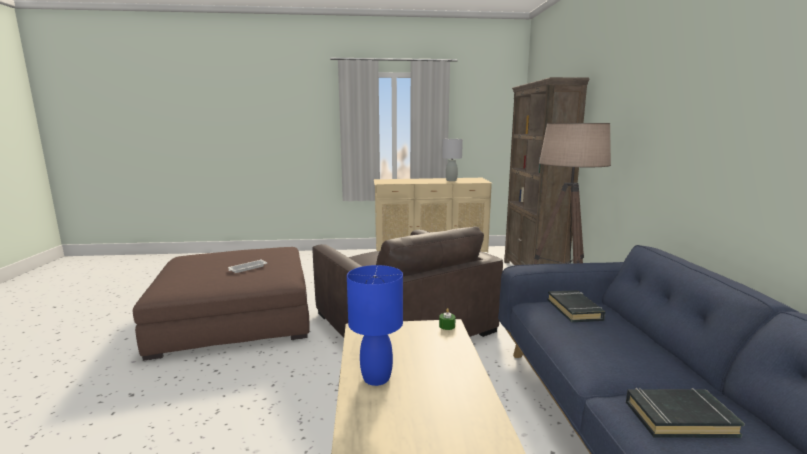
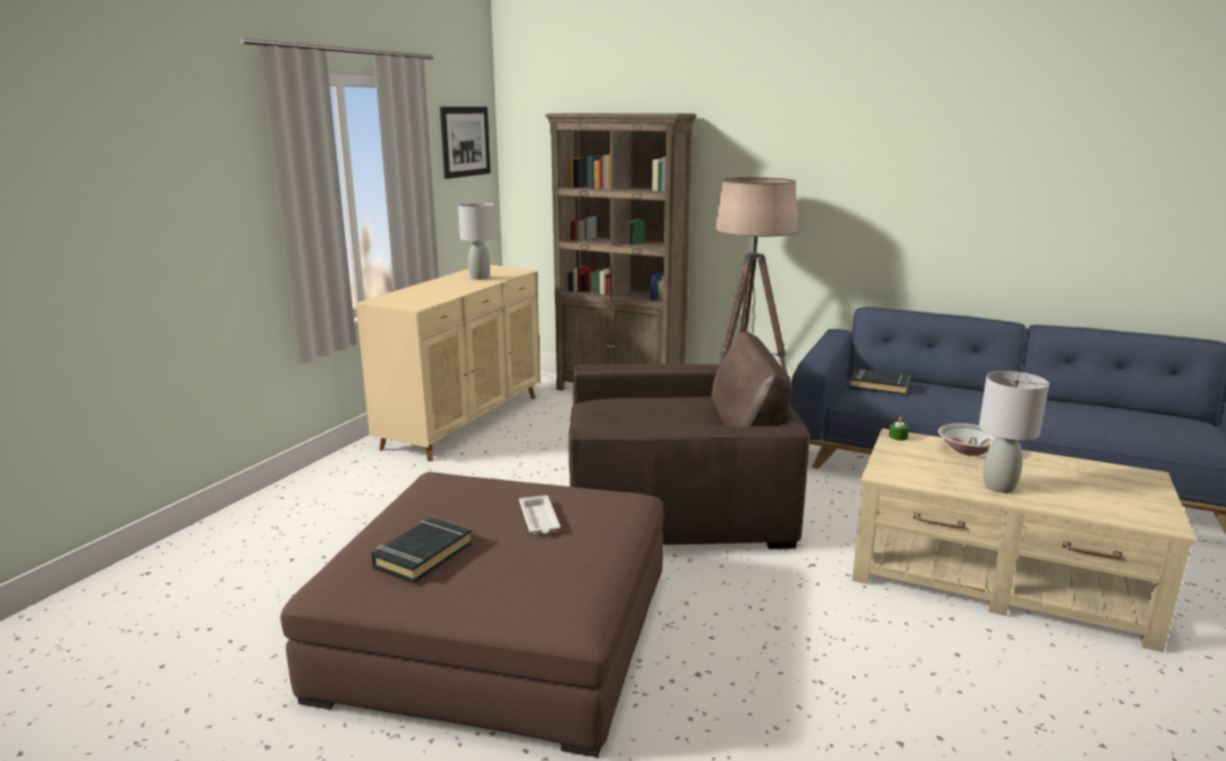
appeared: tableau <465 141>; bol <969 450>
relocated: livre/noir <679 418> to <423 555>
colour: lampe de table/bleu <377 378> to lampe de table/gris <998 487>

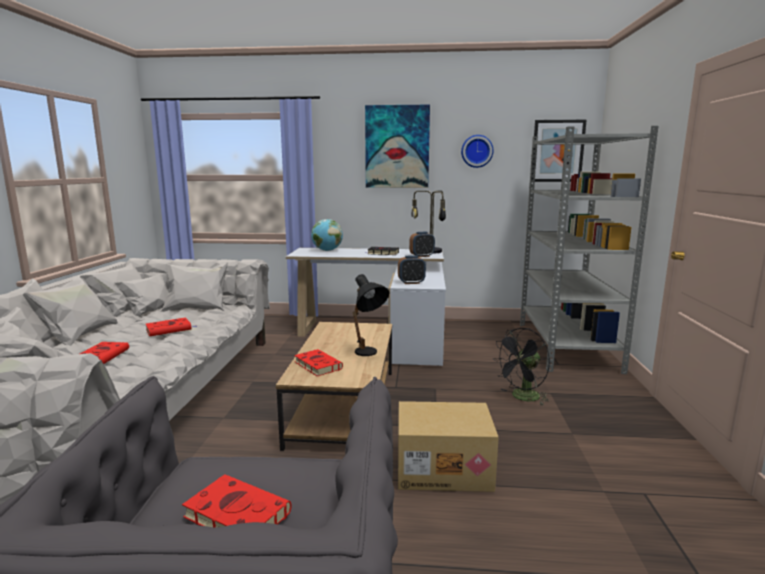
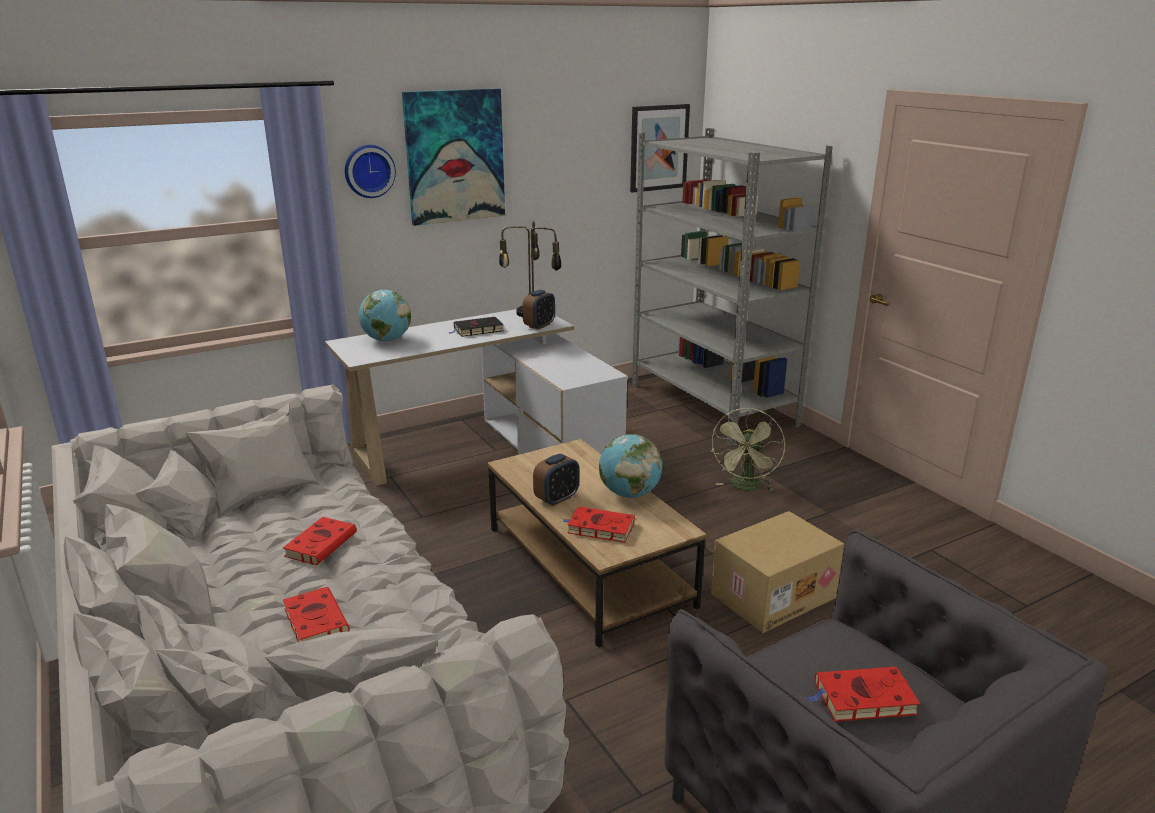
relocated: horloge murale <477 151> to <369 171>; réveil <411 282> to <556 499>
exchanged: lampe de table/noir <368 355> to globe <629 494>
colour: ventilateur/noir <522 398> to ventilateur/vert <745 488>

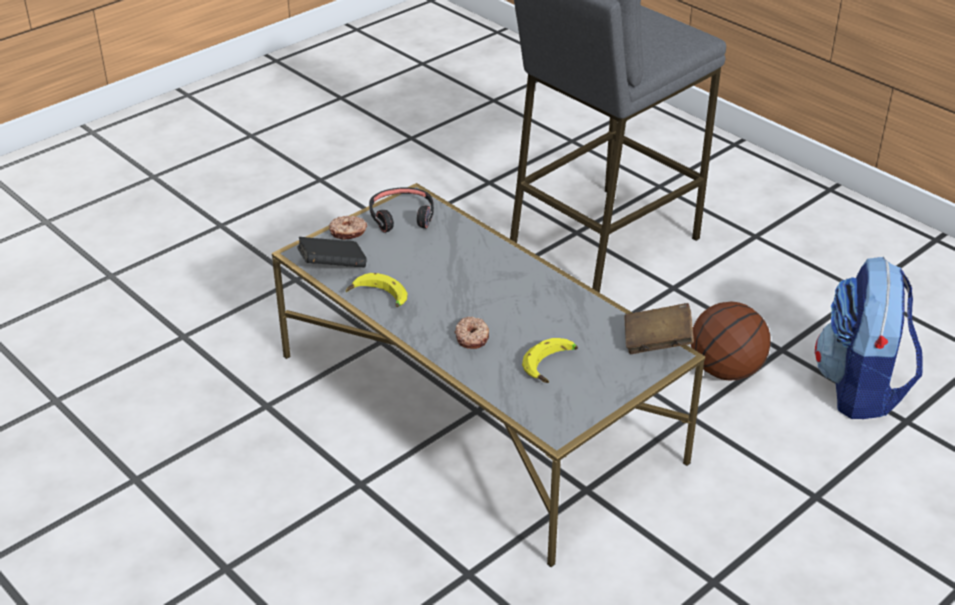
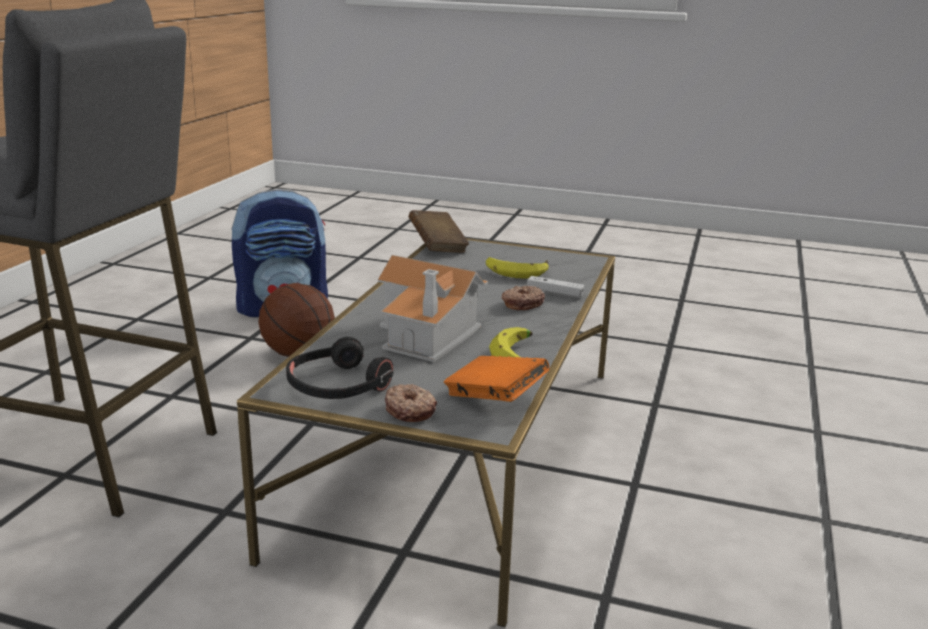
appeared: maison miniature <429 334>; manette/blanc <554 293>
colour: livre/noir <332 266> to livre/orange <495 399>

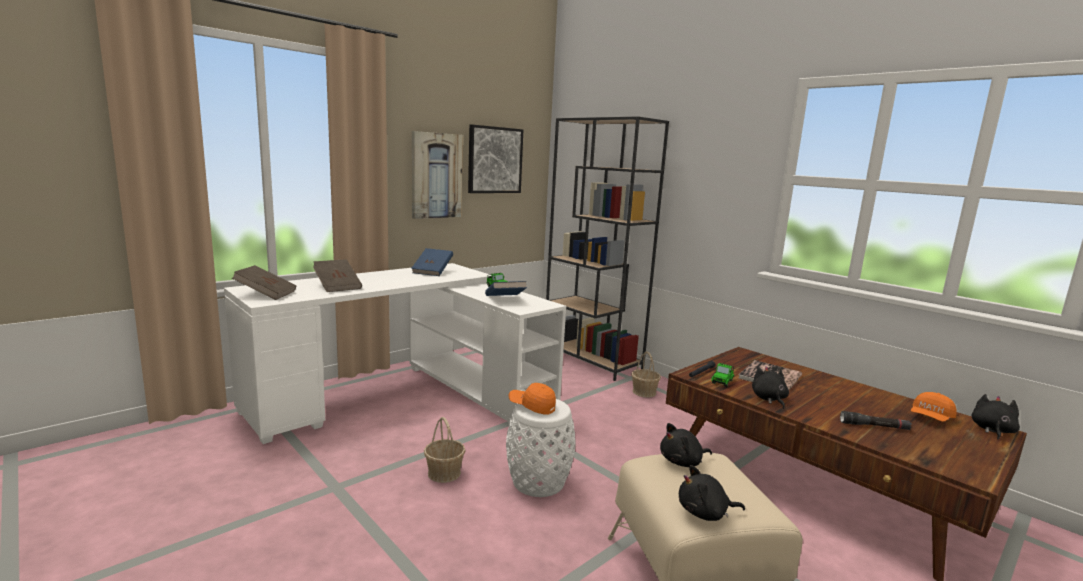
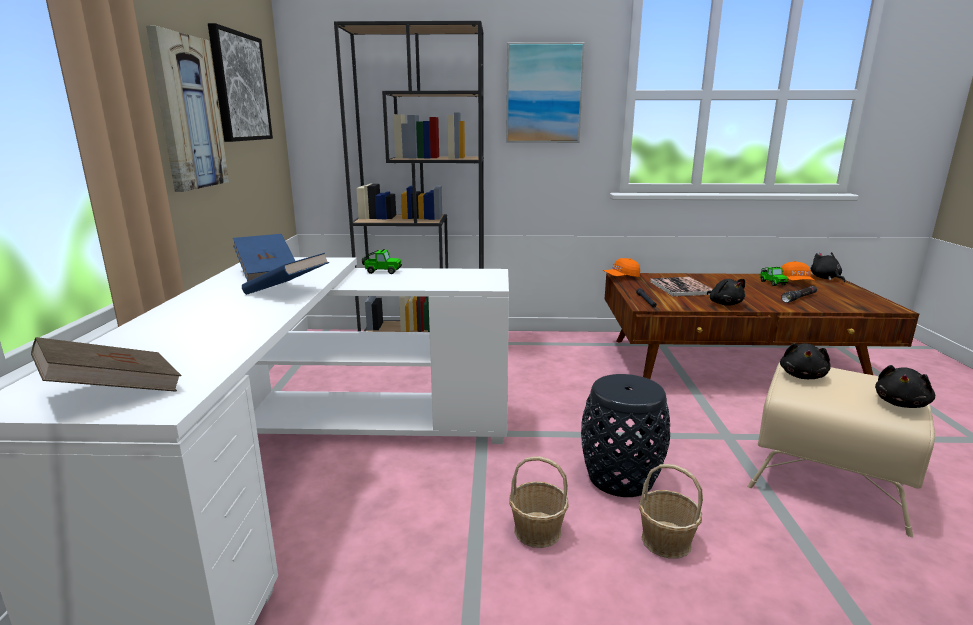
missing: livre/marron <338 286>
appeared: tableau <543 94>
relocated: livre/bleu <505 300> to <287 292>; casquette/orange <532 406> to <621 277>; panier <644 392> to <666 540>; petite voiture <722 381> to <772 283>
colour: tabouret/blanc <538 482> to tabouret/noir <620 478>
spun: peluche/noir <769 399> = <724 304> 150 degrees counterclockwise

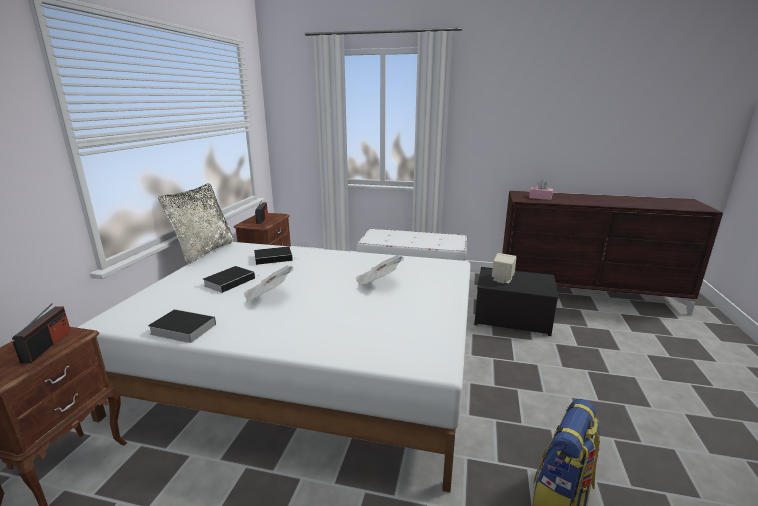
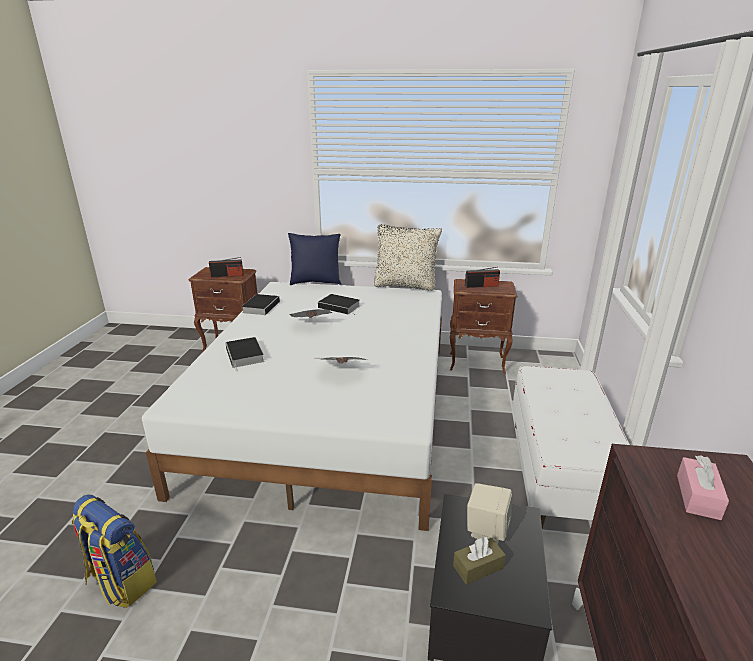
appeared: coussin/bleu <315 282>; boîte à mouchoirs/marron <478 567>
relocated: livre <274 258> to <245 355>

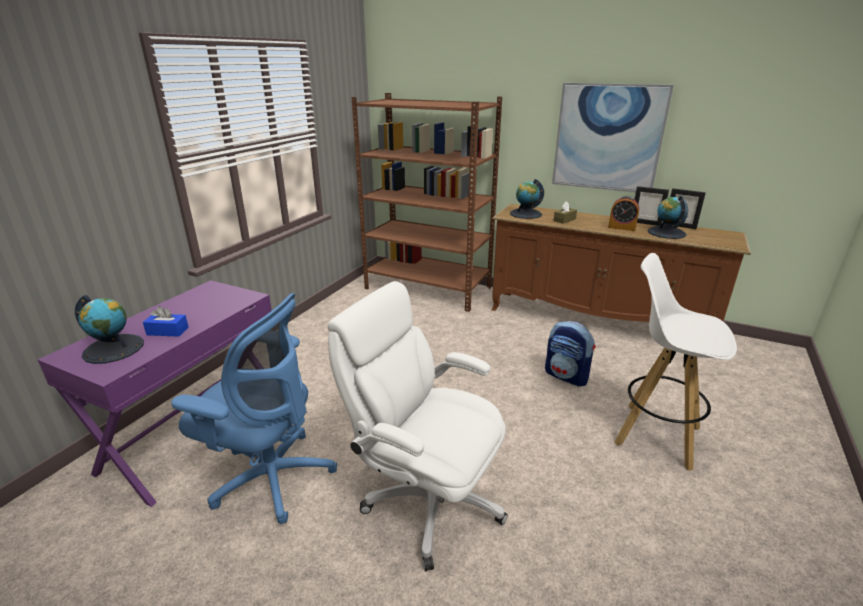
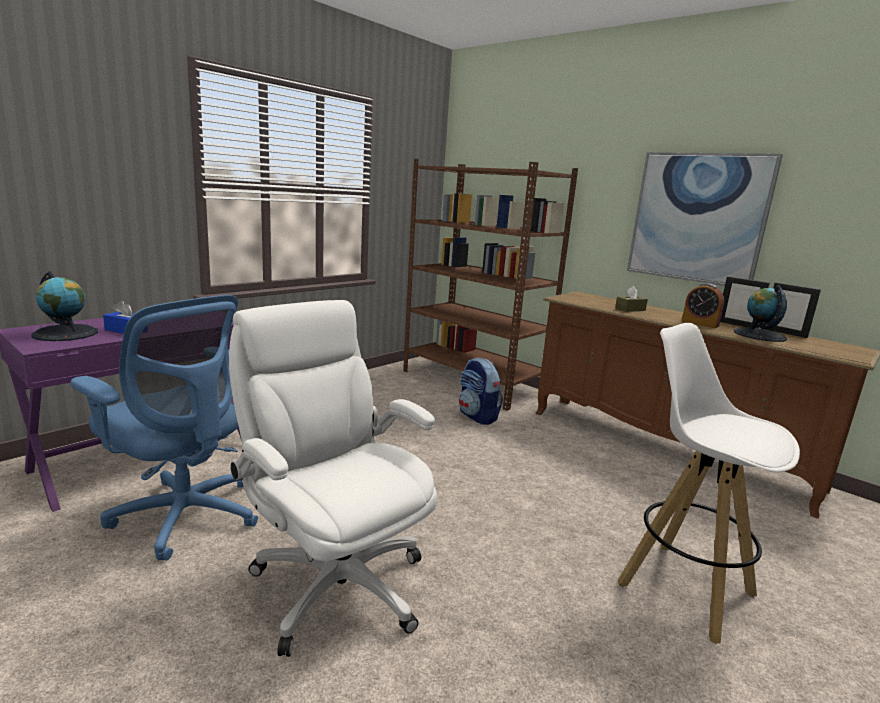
missing: globe <525 214>
relocated: sac à dos <567 376> to <478 416>

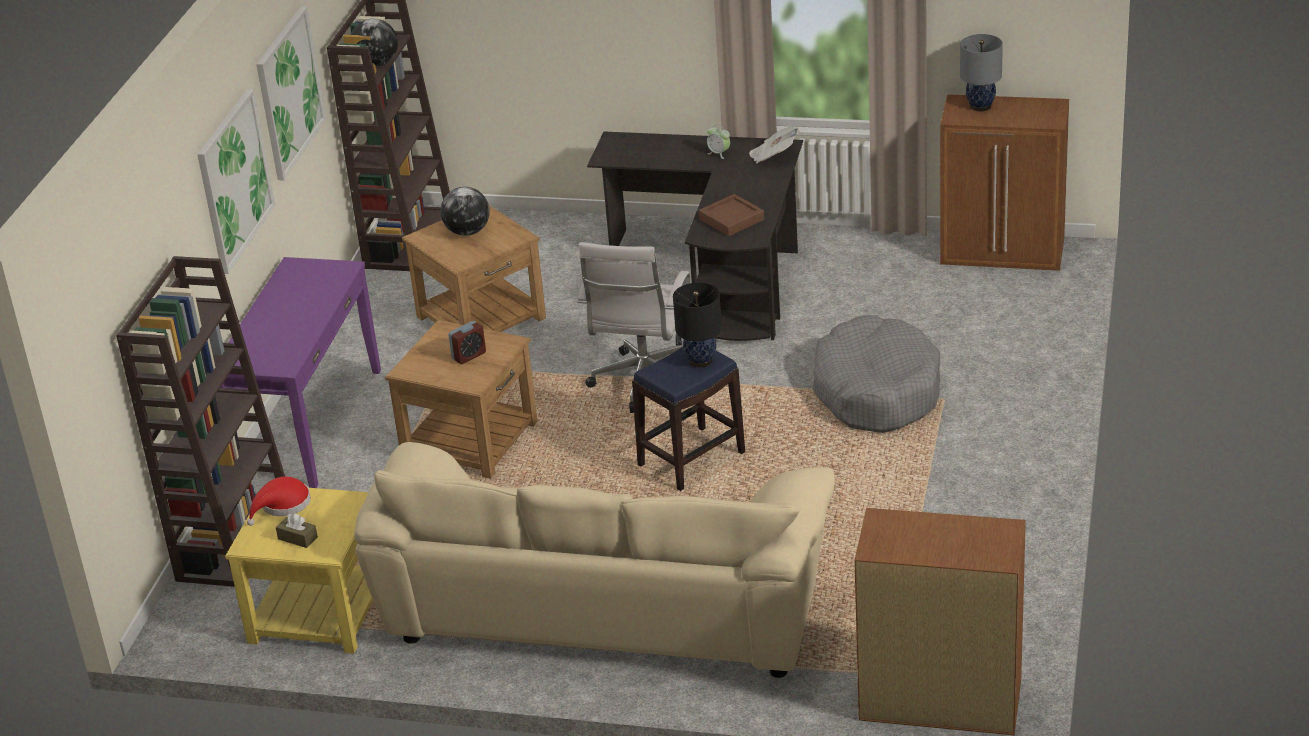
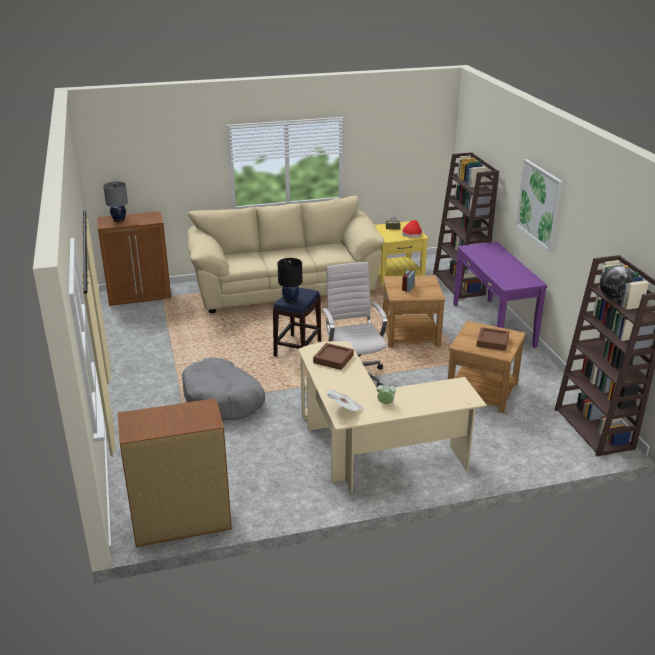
missing: tableau <289 92>
relocated: lampe de table/gris <980 106> to <119 219>
exchanged: globe <468 232> to plateau/marron <492 341>
colour: bureau/noir <720 273> to bureau/beige <370 452>

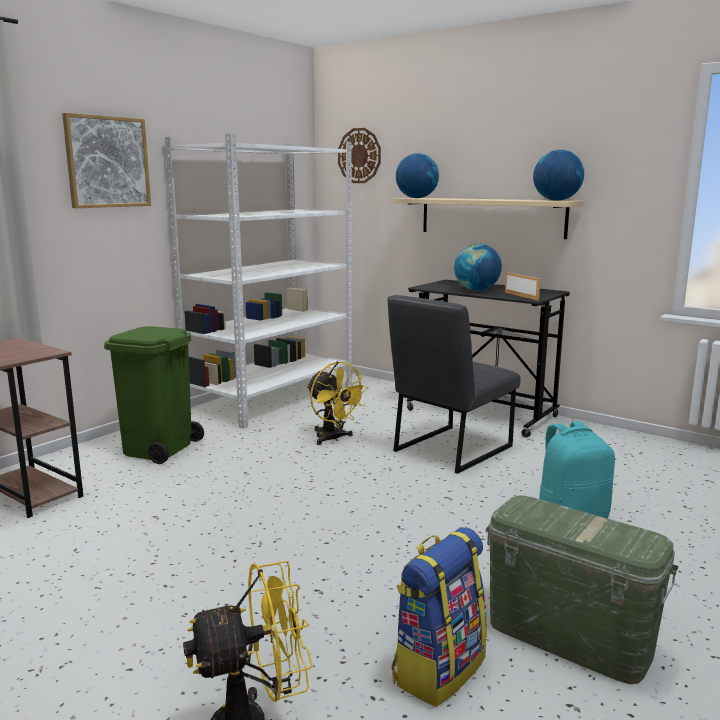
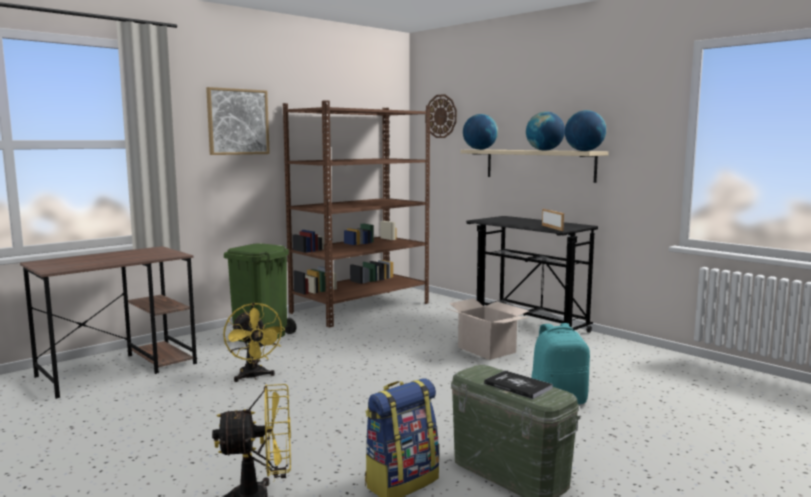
appeared: livre <518 386>
relocated: ventilateur/jaune <333 439> to <253 377>; globe <476 290> to <544 150>
exchanged: chaise/gris <450 449> to carton <486 350>
colour: bibliothèque/blanc <272 398> to bibliothèque/marron <361 308>

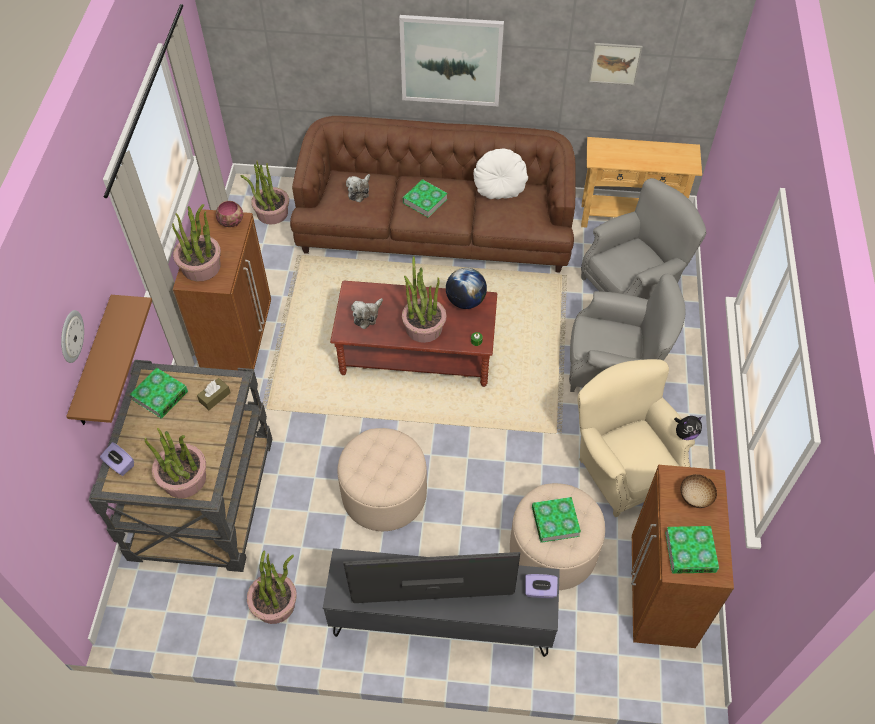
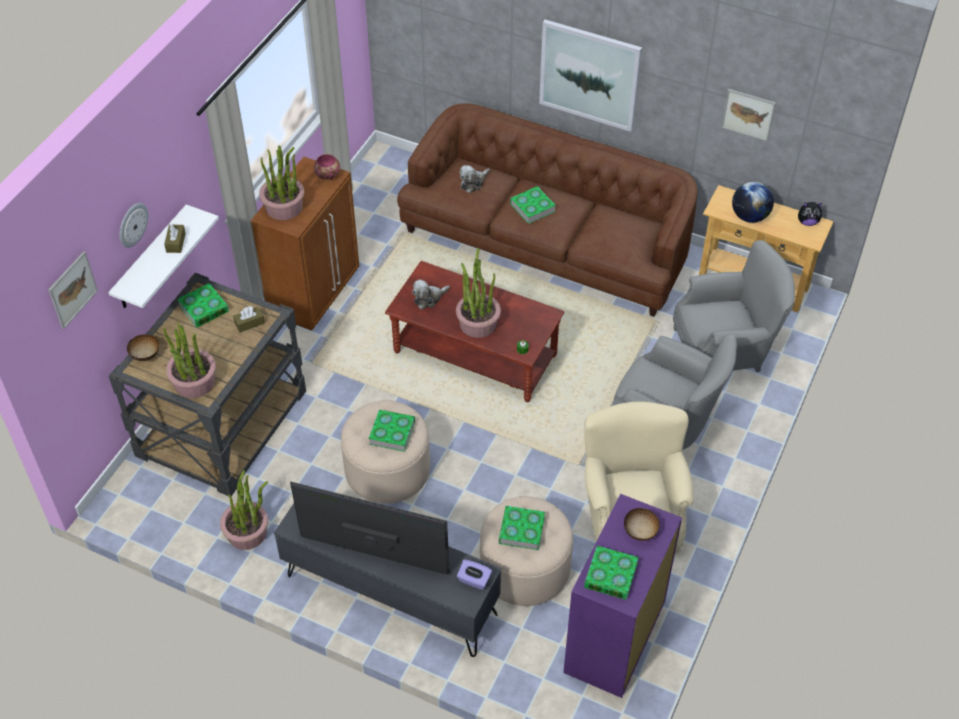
missing: plante en pot <272 213>; coussin/blanc <499 192>
appeared: tableau <72 289>; boîte à mouchoirs/marron <176 243>; livre <392 433>
relocated: globe <465 301> to <749 216>; peluche <685 434> to <807 222>
exchanged: boîte à mouchoirs/violet <120 464> to bol <146 355>
colour: étagère/marron <95 364> to étagère/blanc <151 259>; meuble de rangement/marron <662 590> to meuble de rangement/violet <614 637>

